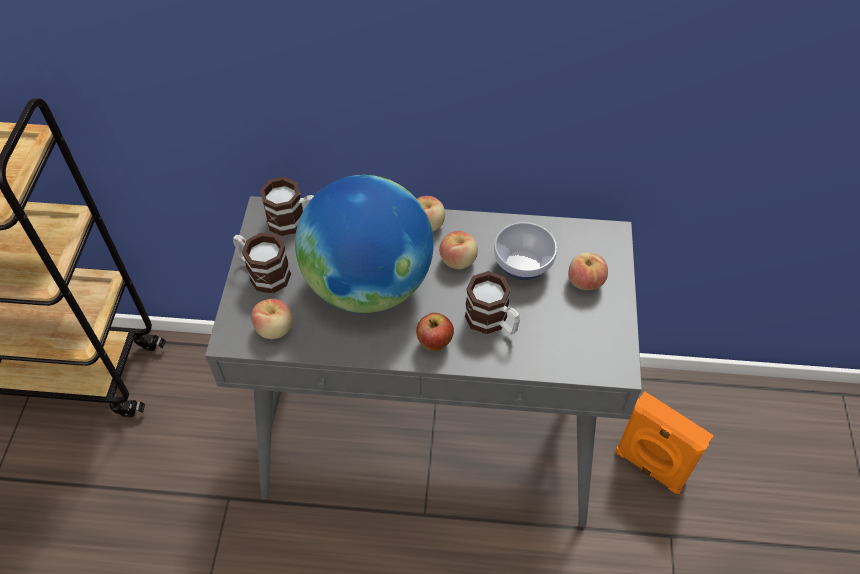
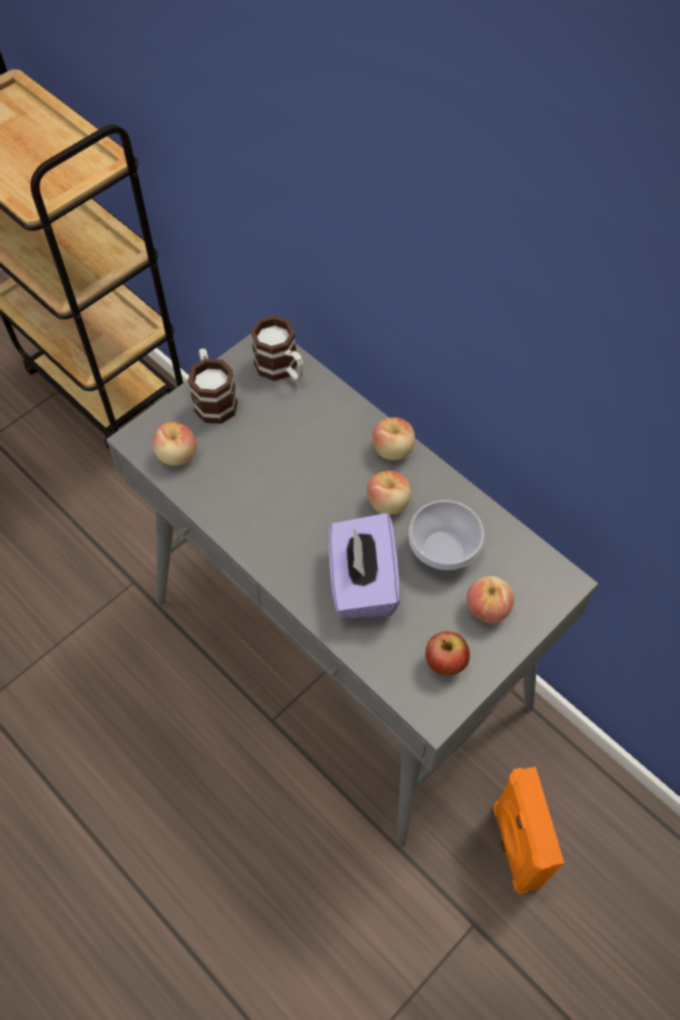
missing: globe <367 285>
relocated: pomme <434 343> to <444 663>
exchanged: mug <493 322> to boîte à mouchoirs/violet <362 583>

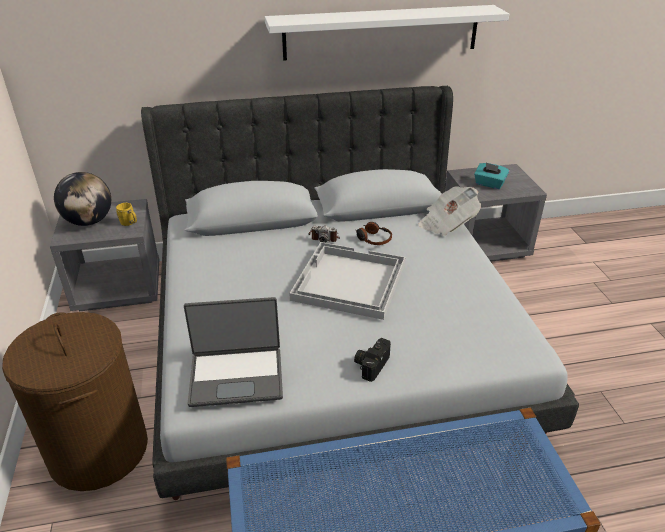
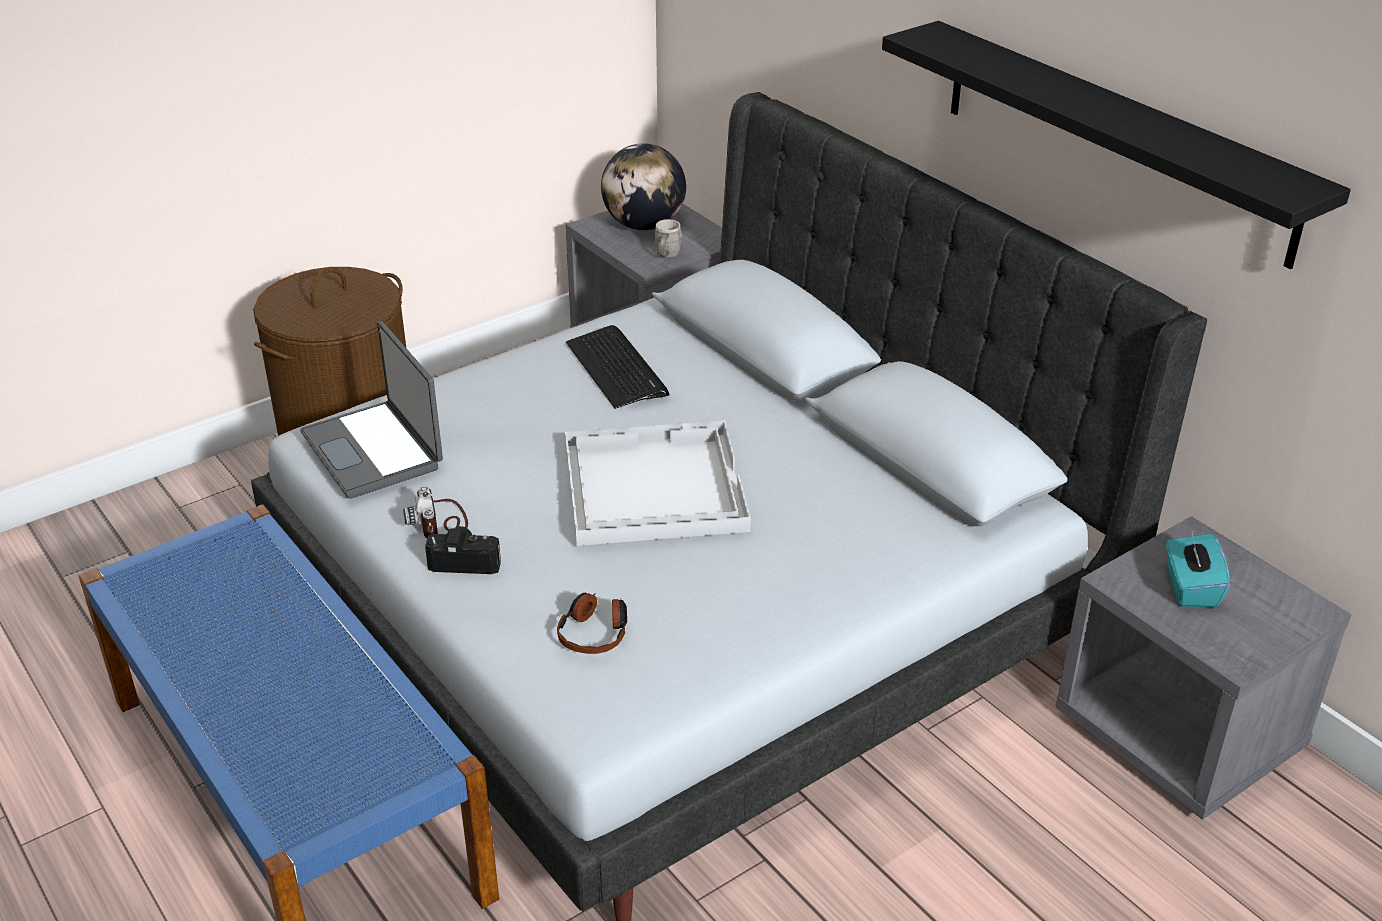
missing: journal <447 224>
appeared: clavier <617 368>
relocated: appareil photo <324 237> to <440 522>; casque audio <373 239> to <595 633>
colour: mug/jaune <129 223> to mug/gris <666 255>; étagère/blanc <381 32> to étagère/noir <1114 139>

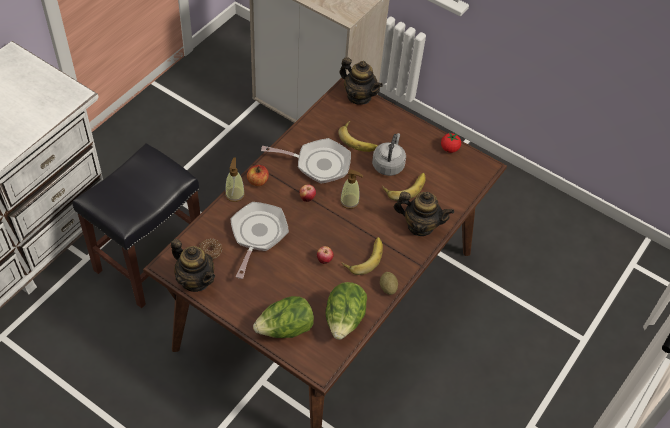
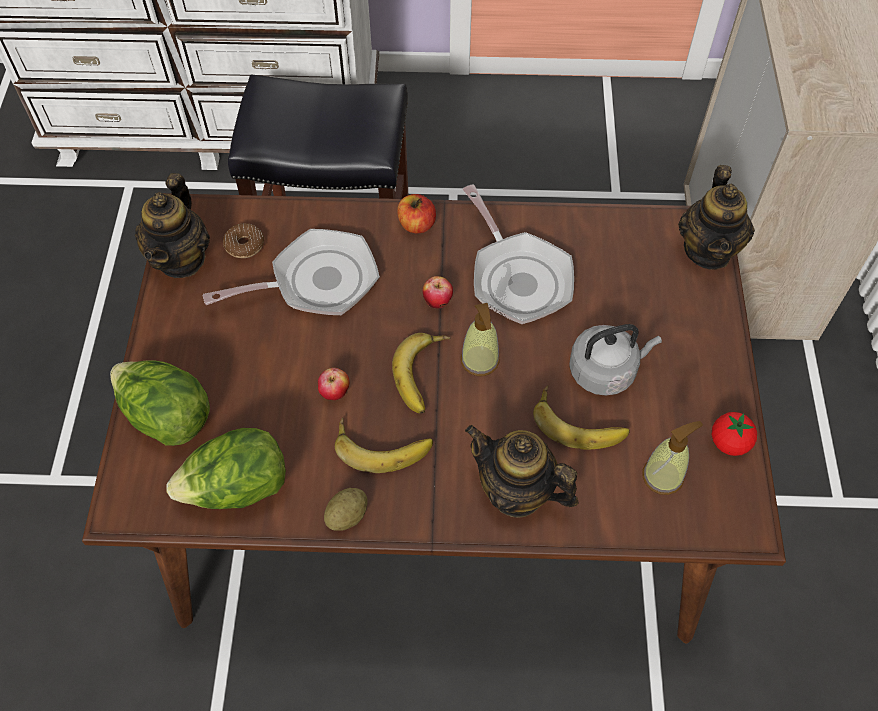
relocated: banane <359 139> to <425 375>; distributeur de savon <235 194> to <663 476>
spun: théière <420 226> = <516 492> 135 degrees clockwise

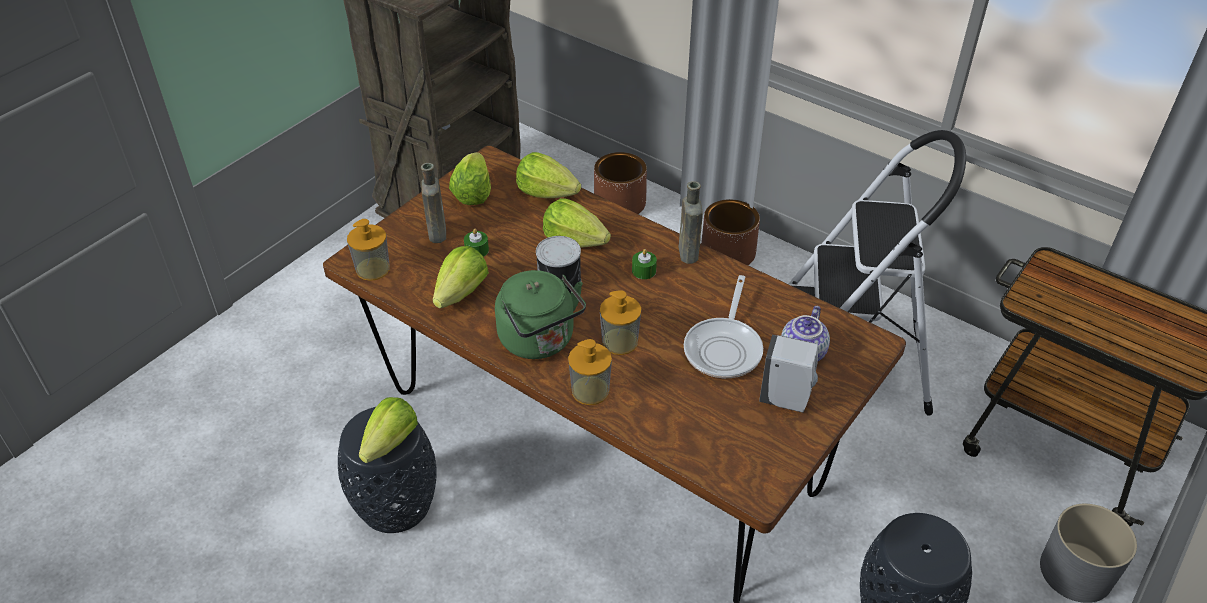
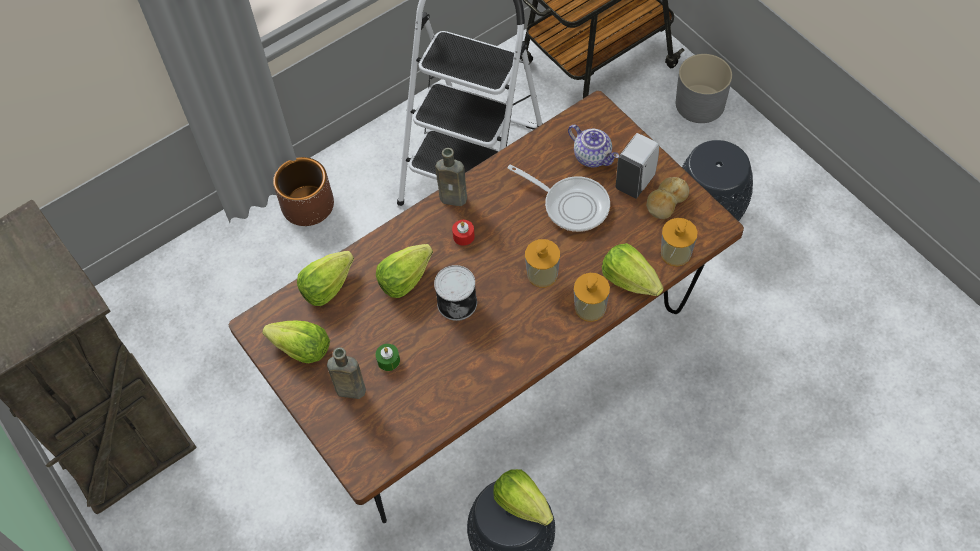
missing: bouilloire/vert <540 341>; cache-pot/marron <620 204>
appeared: pain <666 202>
relocated: laitue <461 293> to <630 280>; distributeur de savon <373 269> to <675 253>
colour: bougie/vert <644 271> to bougie/rouge <463 236>

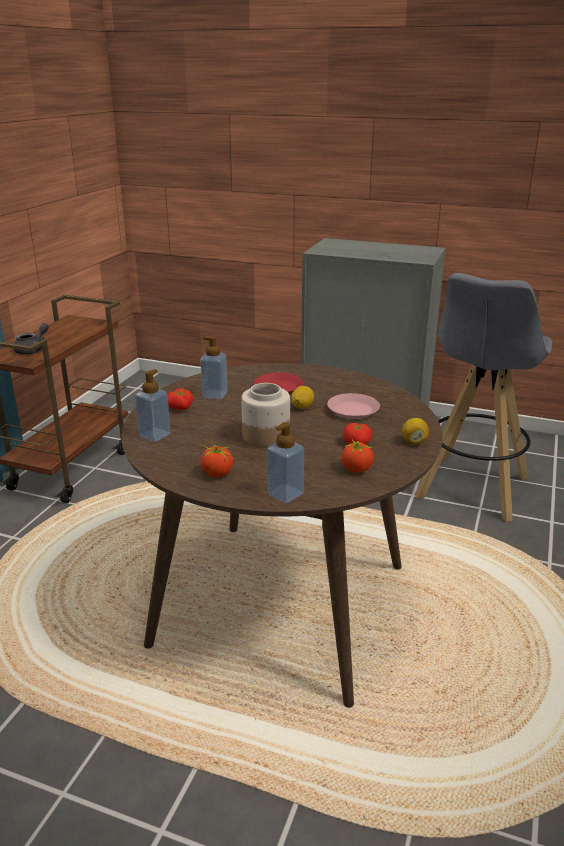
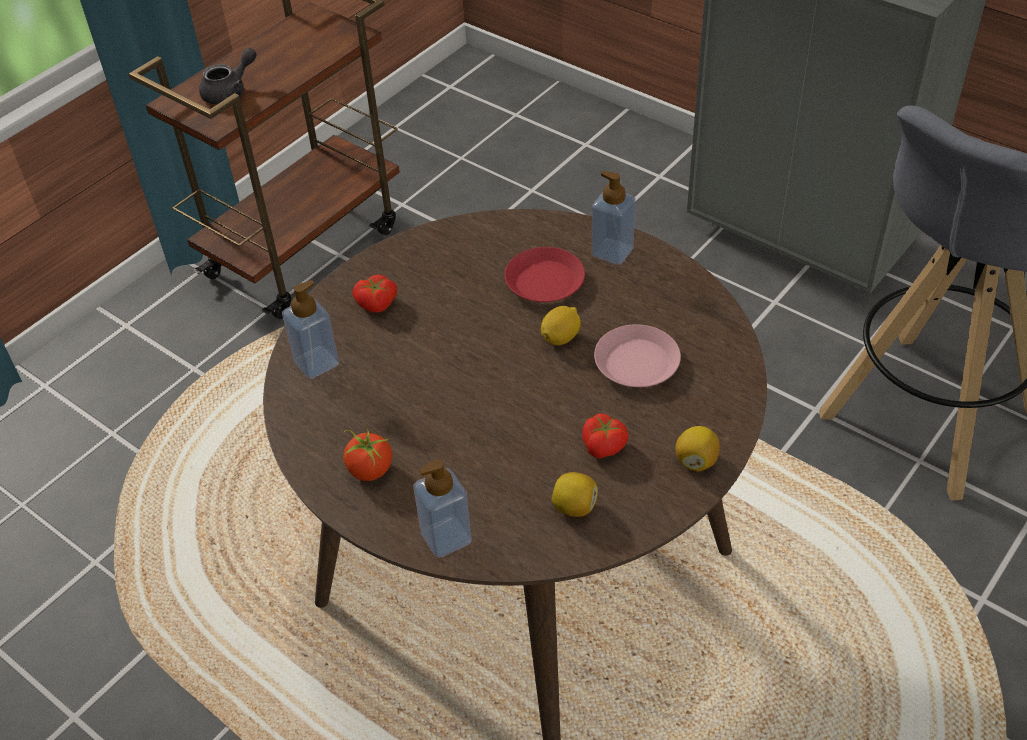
missing: bocal <265 436>
relocated: distributeur de savon <215 395> to <612 252>
exchanged: tomate <357 469> to citron <574 507>

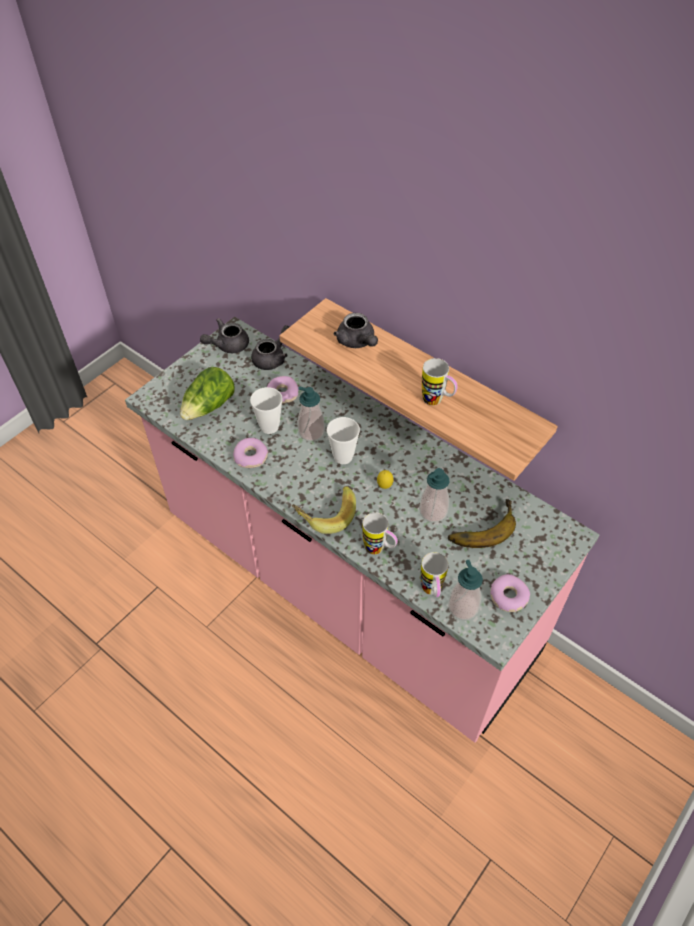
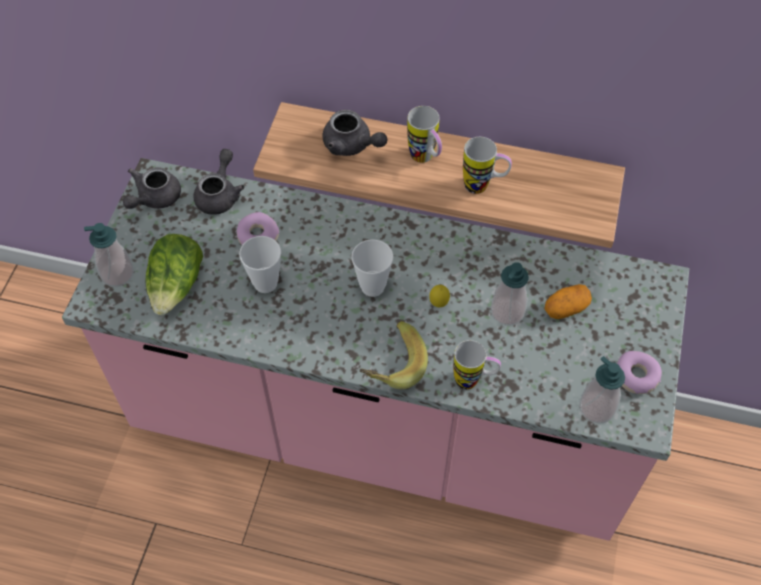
missing: beignet <251 457>
relocated: distributeur de savon <311 432> to <117 274>; mug <432 592> to <425 159>
exchanged: banane <480 526> to pomme de terre <565 308>

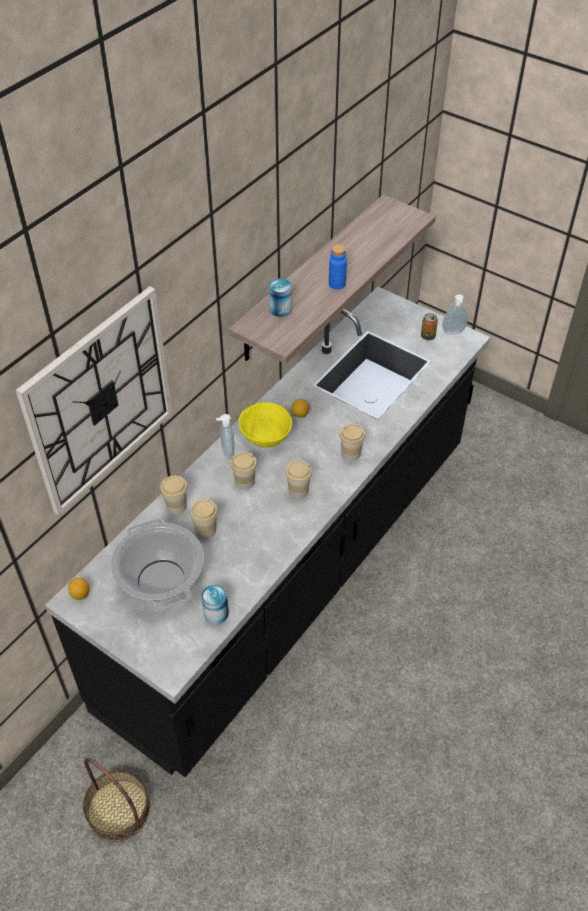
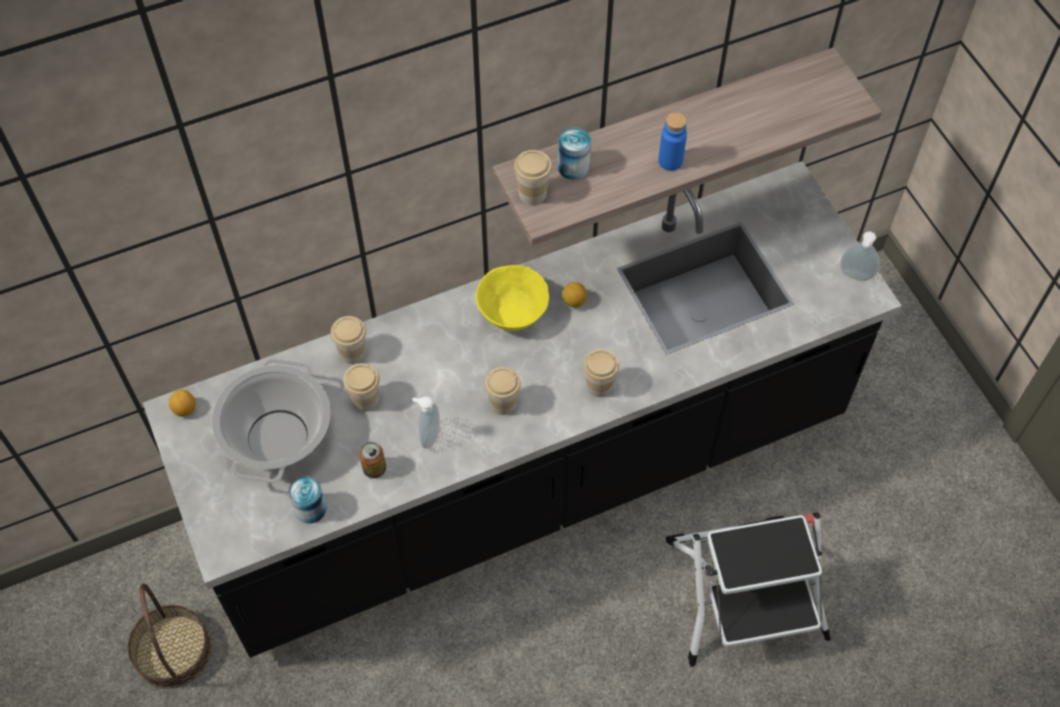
missing: horloge murale <100 401>
appeared: escabeau <743 592>
relocated: boîte métallique <427 336> to <374 469>; distributeur de savon <226 452> to <428 436>; tasse <244 482> to <532 193>

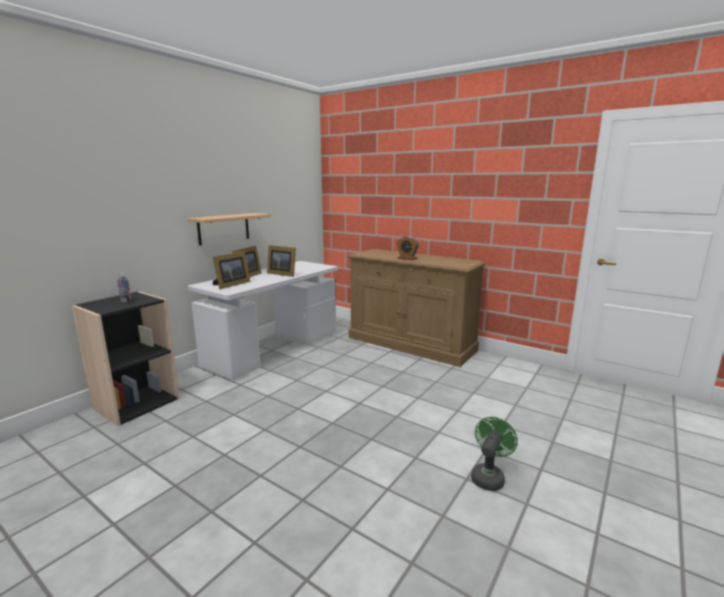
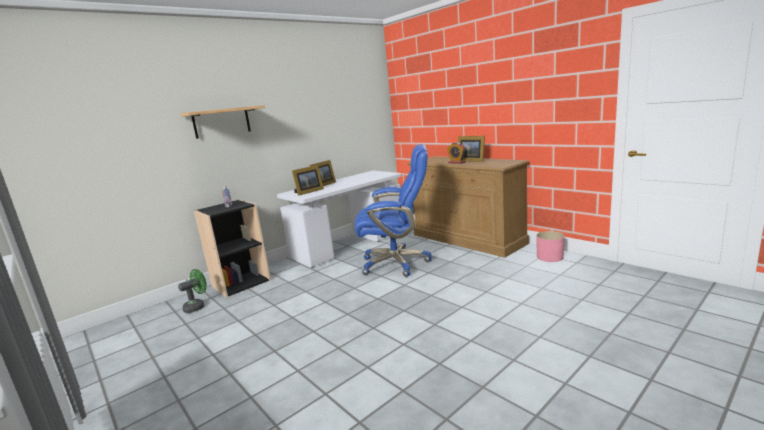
appeared: chaise de bureau/bleu <397 264>; cache-pot/rose <549 257>
relocated: ventilateur/vert <489 476> to <197 306>; étagère <224 228> to <221 122>; cadre photo <282 274> to <471 160>

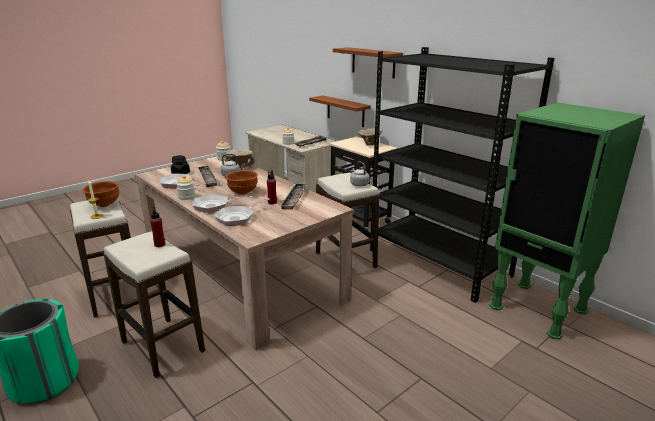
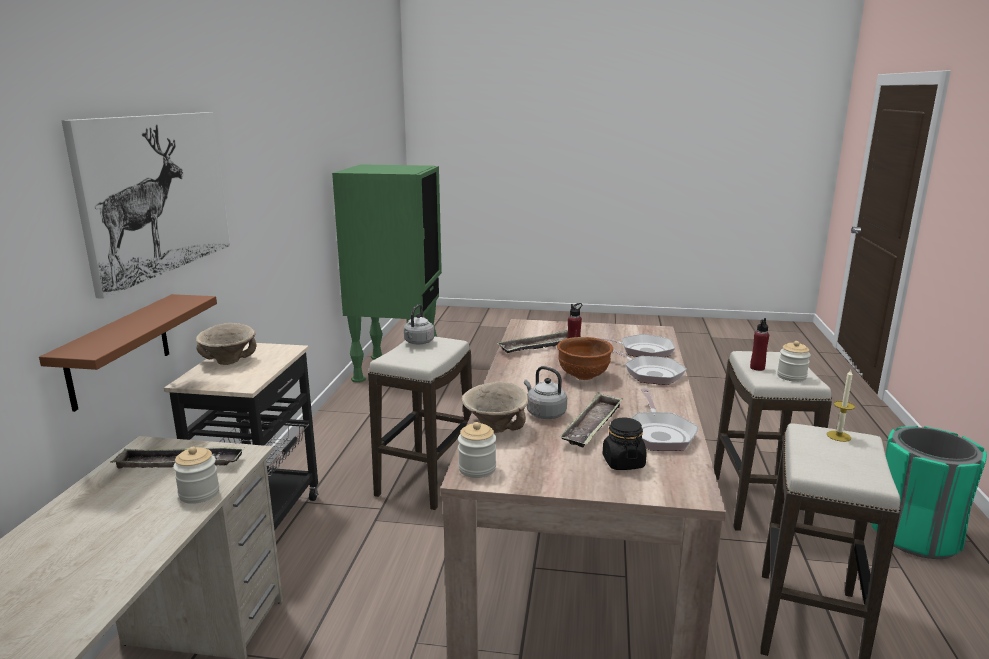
missing: bol/marron <104 205>; bibliothèque/noir <438 262>
relocated: bocal <186 197> to <791 376>
exchanged: étagère/marron <373 62> to tableau <157 194>

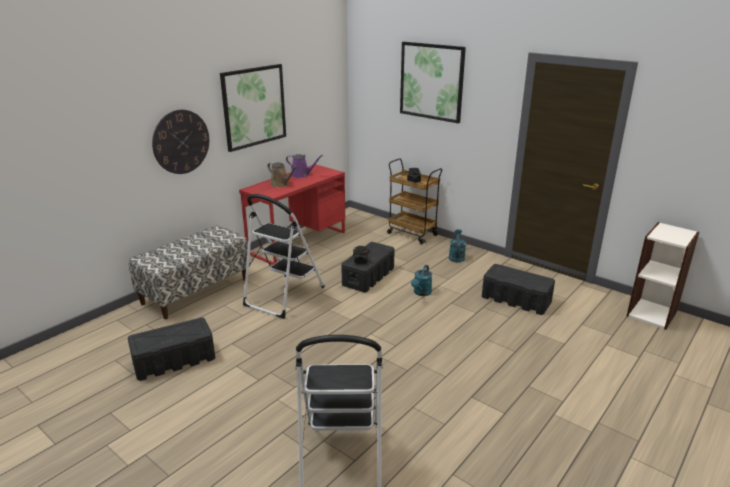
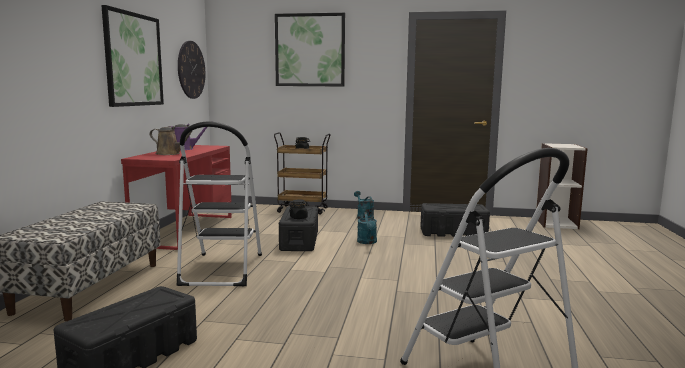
relocated: horloge murale <181 142> to <191 70>

